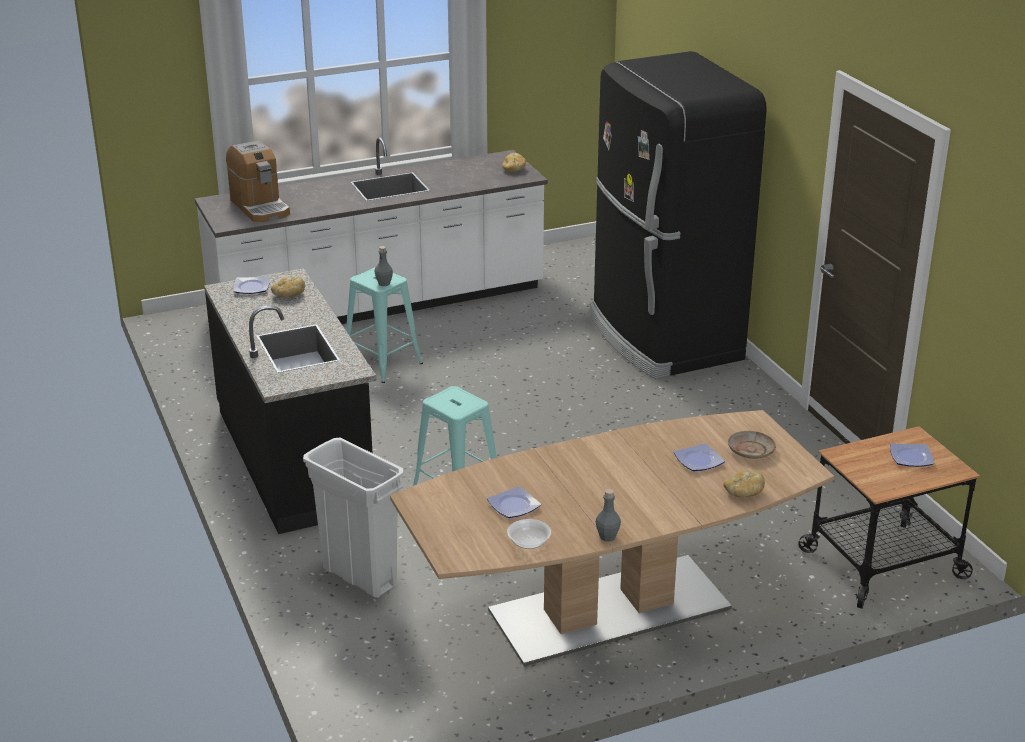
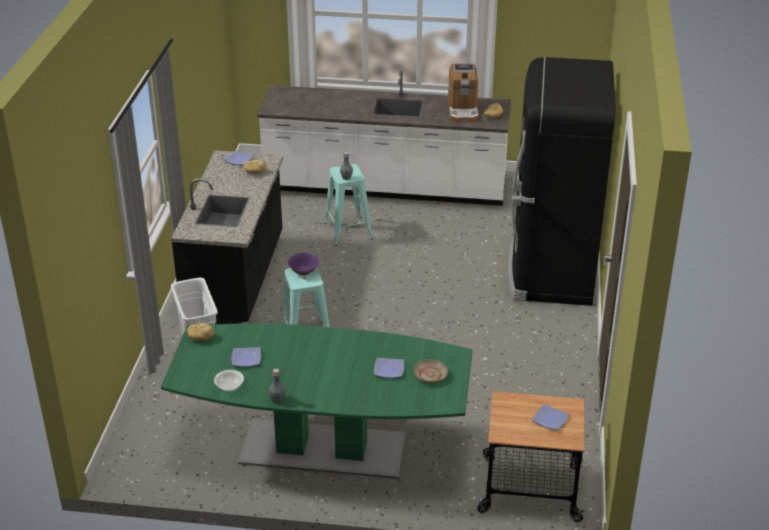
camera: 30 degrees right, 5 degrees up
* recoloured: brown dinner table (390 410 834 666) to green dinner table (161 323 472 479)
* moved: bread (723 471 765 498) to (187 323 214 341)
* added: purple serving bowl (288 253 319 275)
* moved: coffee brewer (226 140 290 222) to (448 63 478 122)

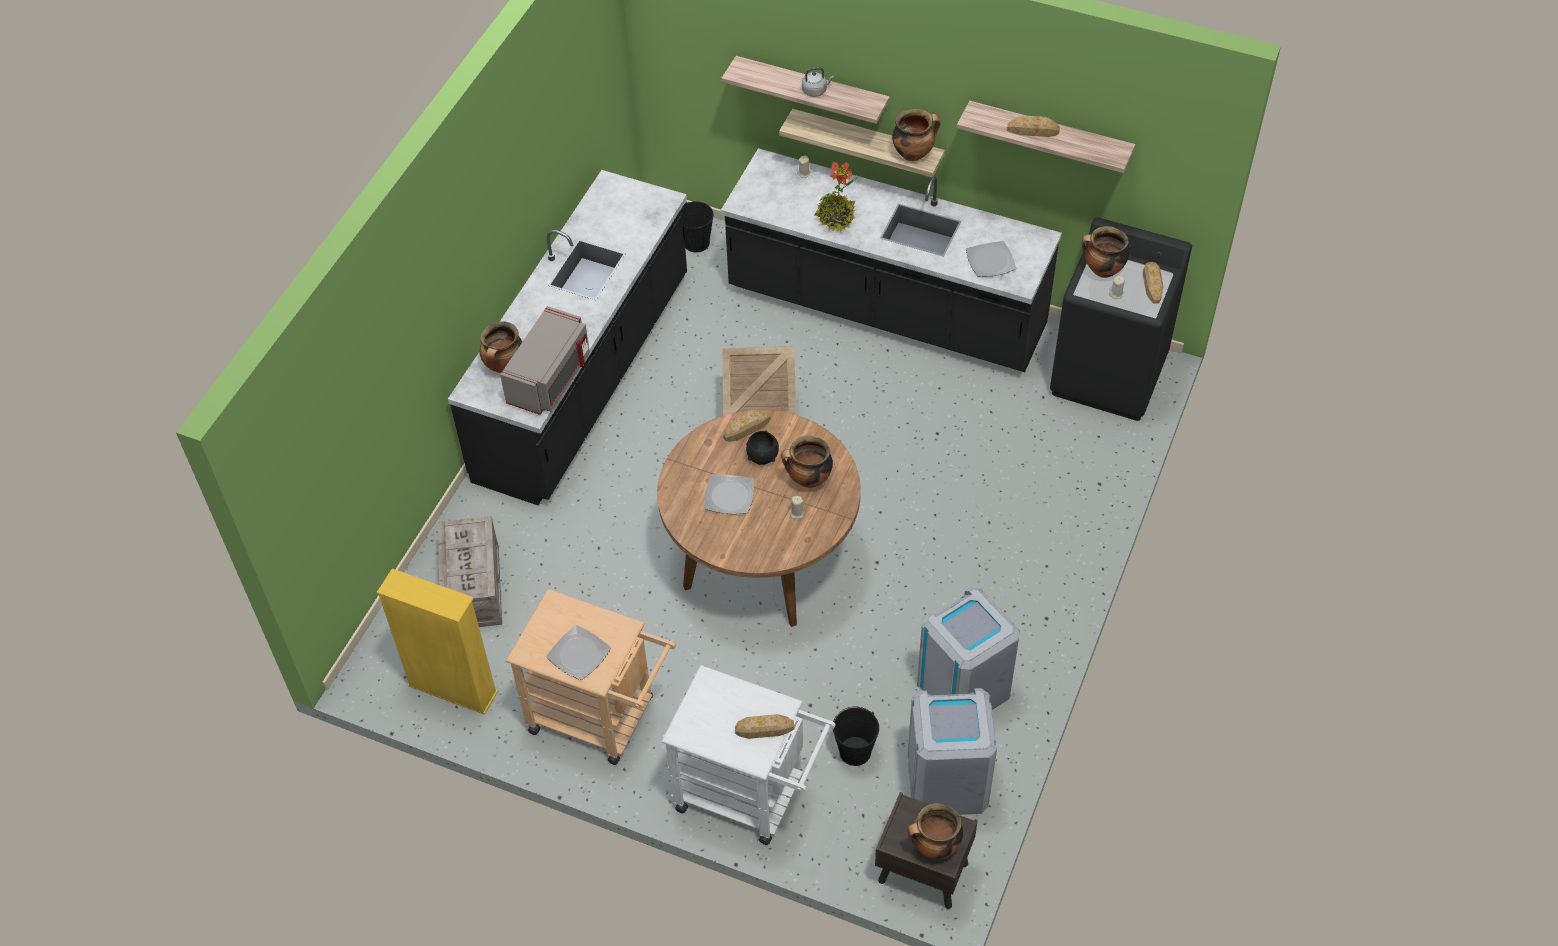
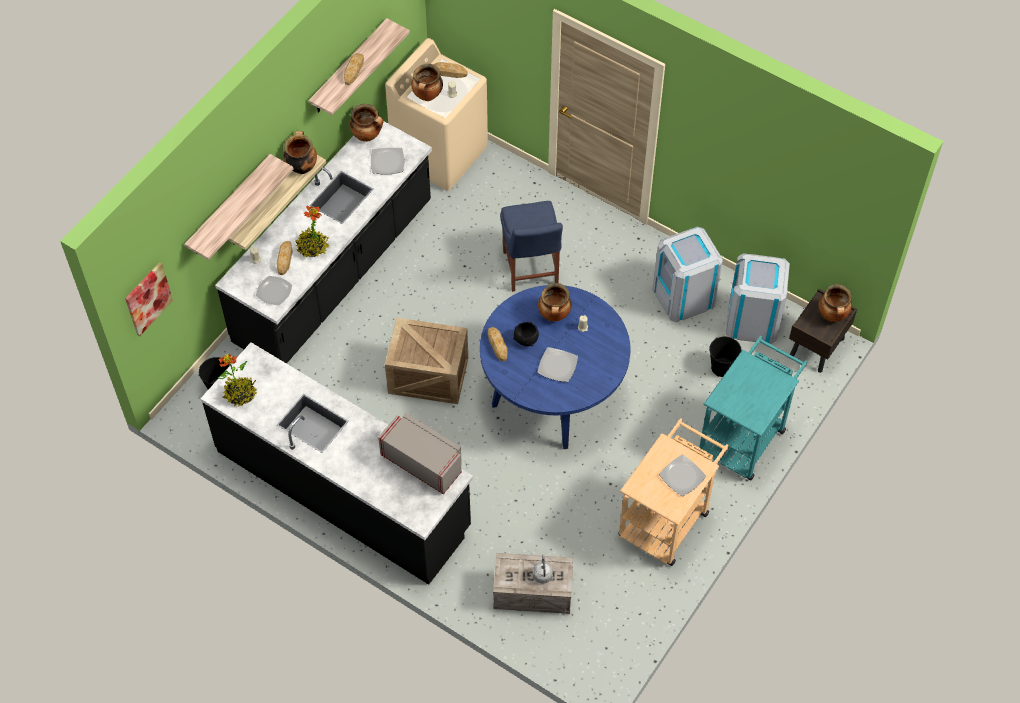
camera: 80 degrees left, 5 degrees up
* added: picture (125 262 173 336)
* added: houseplant (218 354 257 407)
* added: flat dish (256 276 292 305)
* moved: bread (735 714 794 739) to (277 241 293 275)
* moved: saucepot (480 321 522 373) to (350 104 383 142)
* recoloured: blackish washing machine (1050 218 1192 421) to beige washing machine (385 38 488 191)
* recoloured: brown dinner table (657 410 861 627) to blue dinner table (480 285 631 449)
* added: blue chair (500 201 563 292)
* moved: grey tea kettle (802 67 834 97) to (532 555 553 584)
* recoloured: whitish wheeled cart (661 665 836 845) to blue-green wheeled cart (699 336 808 480)
* removed: yellow bookshelf (377 569 498 715)

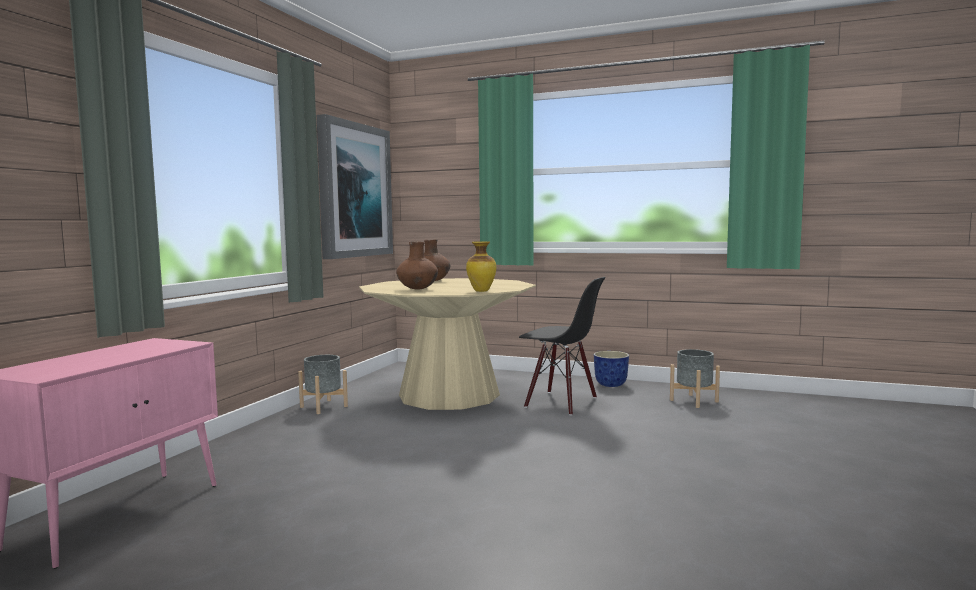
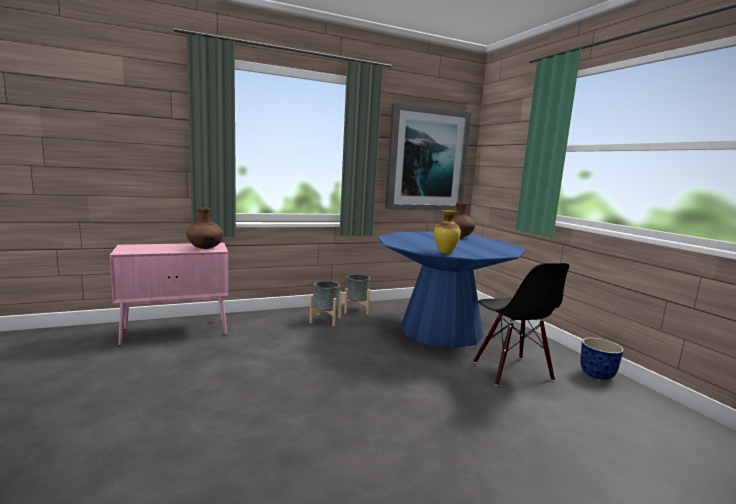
camera: 45 degrees right, 5 degrees up
* moved: brown decorative vase (396 242 438 290) to (186 208 224 249)
* moved: grey planter (670 349 720 408) to (310 281 342 326)
* recoloured: beige dinner table (359 278 536 410) to blue dinner table (378 232 527 348)

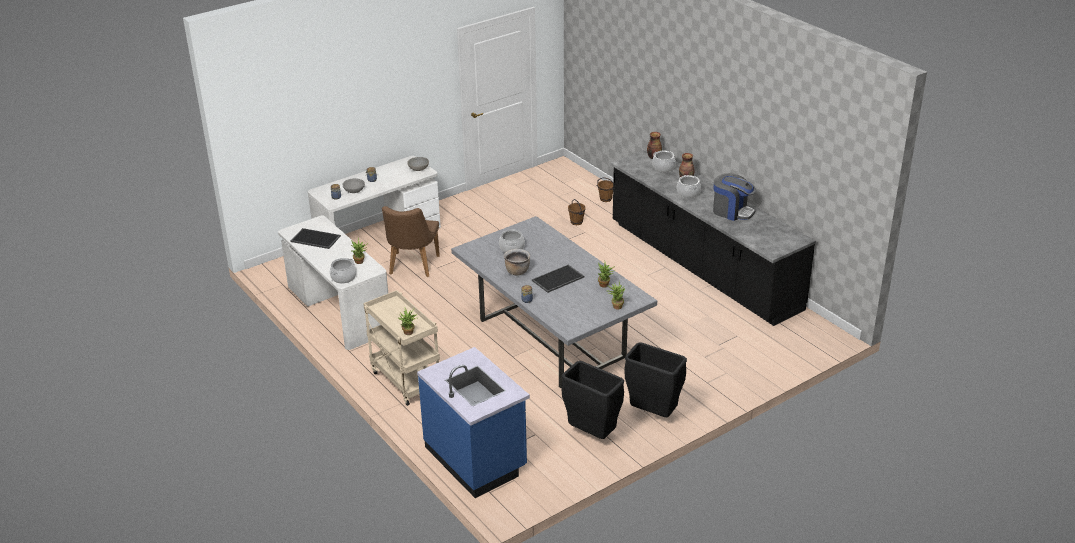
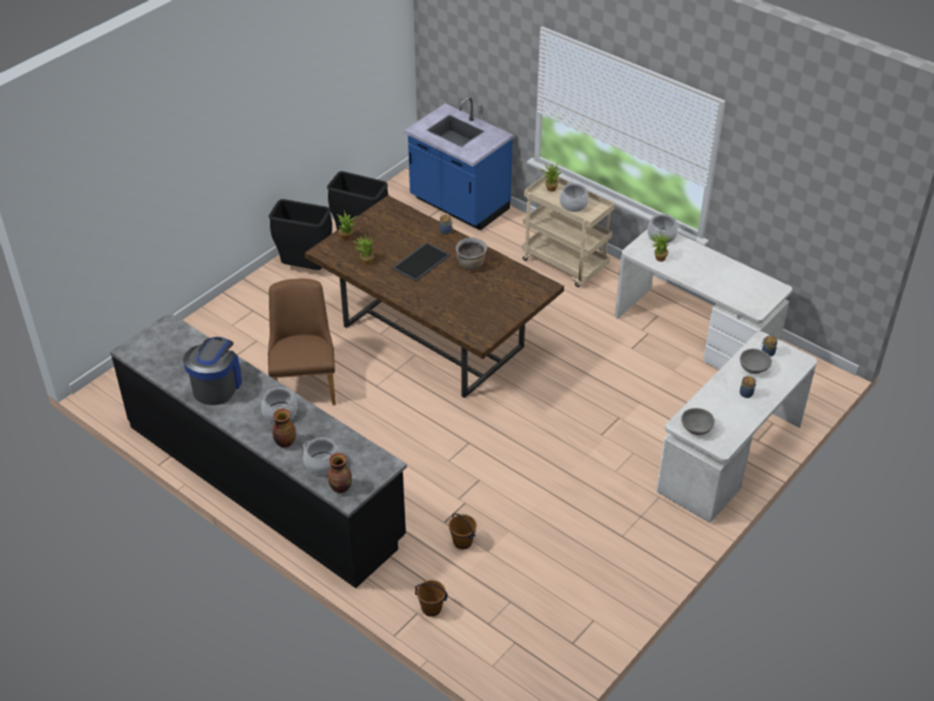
camera: 165 degrees right, 10 degrees up
* turned: coffee brewer (713 173 756 221) = (183 337 242 405) 90 degrees clockwise
* moved: brown chair (382 206 440 277) to (268 279 336 405)
* recoloured: grey dinner table (451 216 657 388) to brown dinner table (304 195 564 398)
* moved: saucepot (499 229 525 253) to (559 183 589 212)
* removed: serving tray (291 228 341 249)

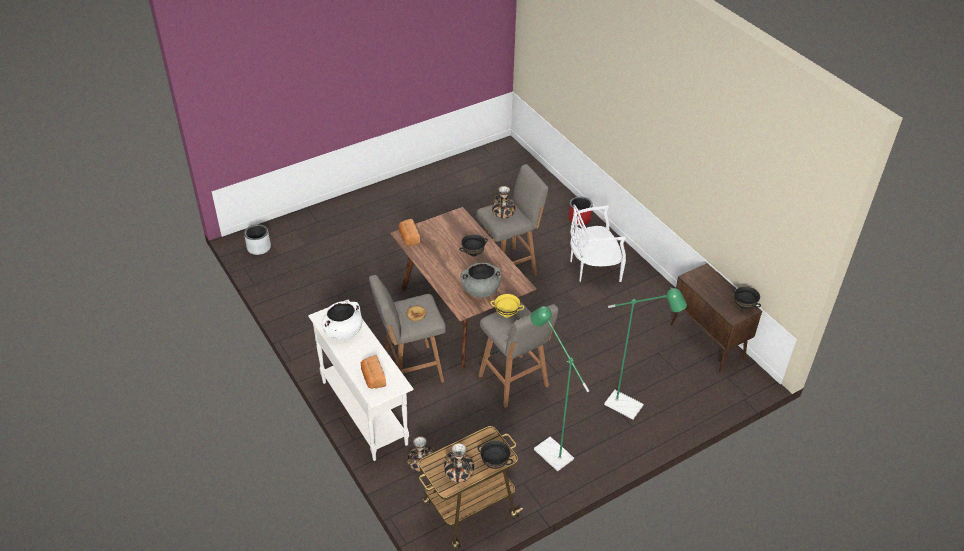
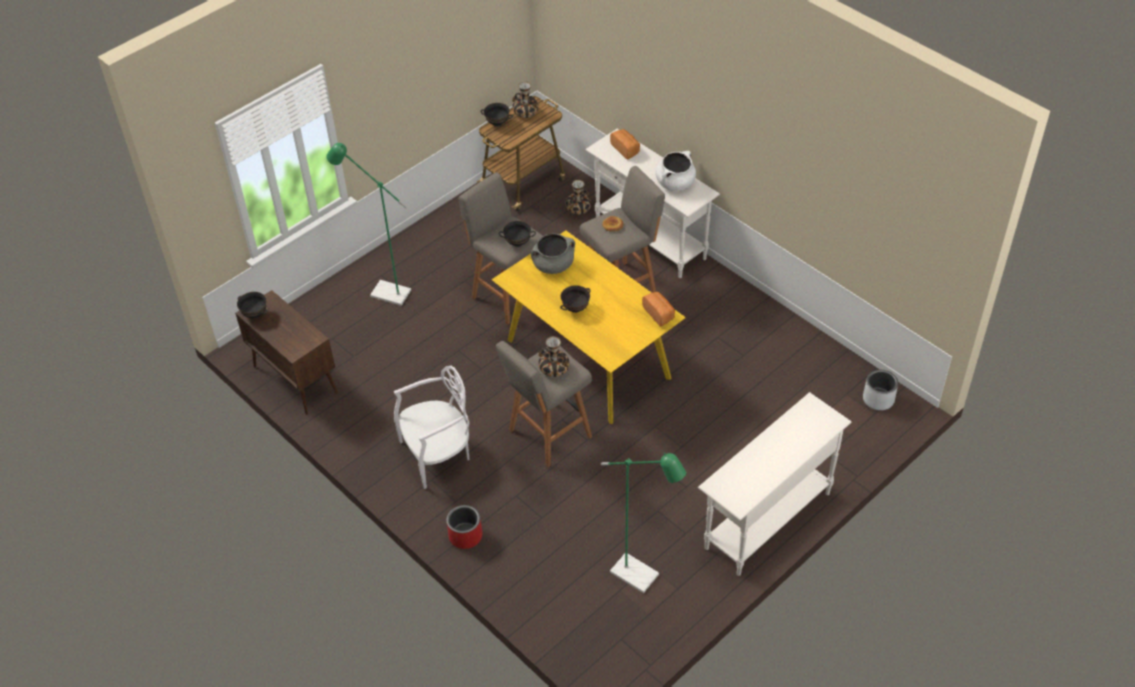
camera: 170 degrees right, 5 degrees up
* recoloured: brown dinner table (390 207 537 369) to yellow dinner table (492 230 686 424)
* recoloured: yellow serving bowl (490 293 524 317) to blackish serving bowl (499 221 536 247)
* moved: green standard lamp (530 306 589 471) to (601 453 686 593)
* added: whitish console table (698 392 851 576)

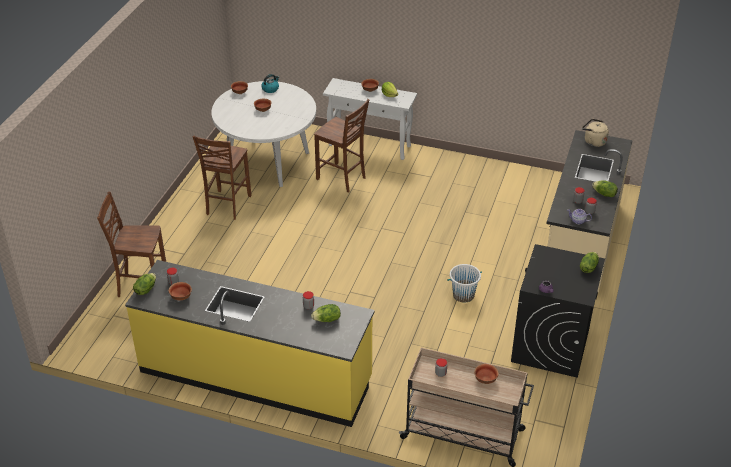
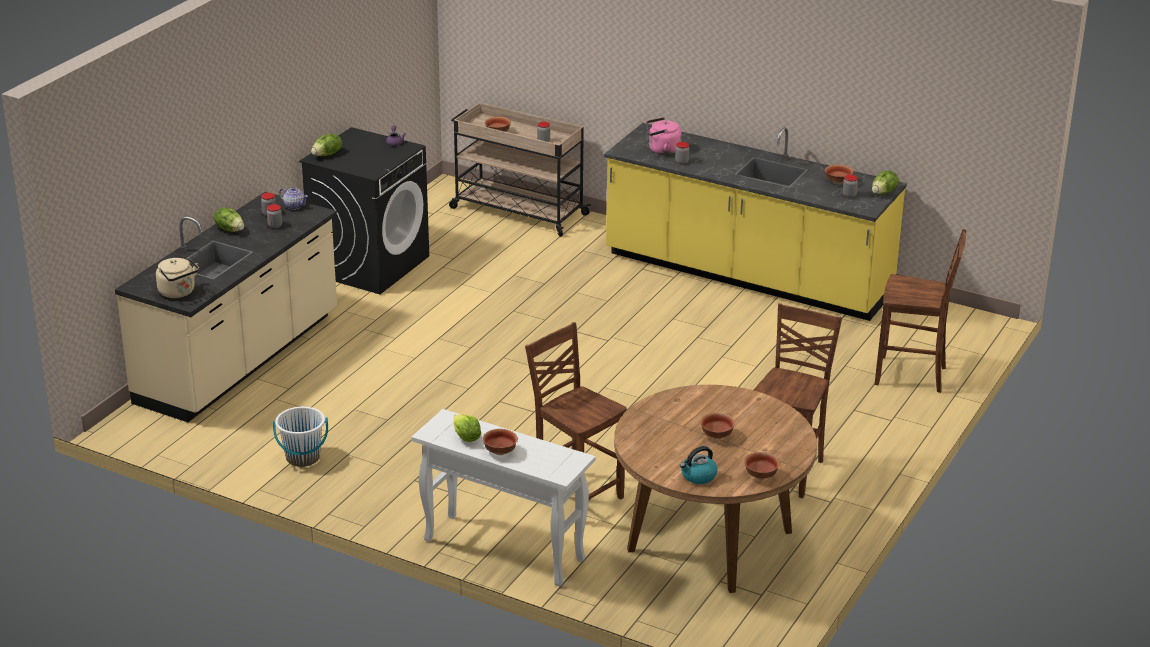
camera: 170 degrees left, 10 degrees down
* moved: whitish pail (447 264 482 302) to (273 407 328 467)
* recoloured: whitish dinner table (211 81 316 187) to brown dinner table (614 385 817 593)
* replaced: head of lettuce (311 304 341 322) to pink-coloured tea kettle (646 117 682 155)

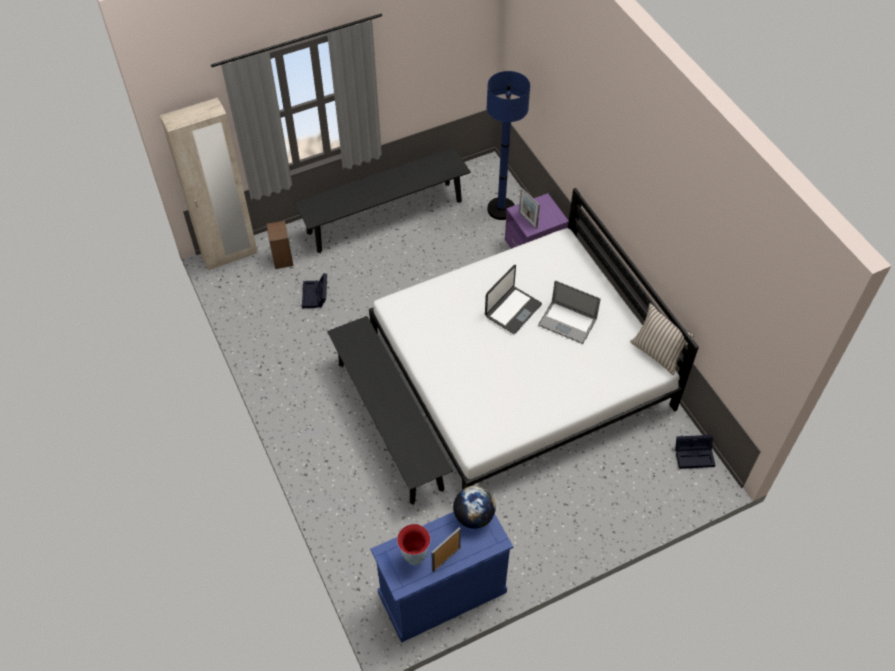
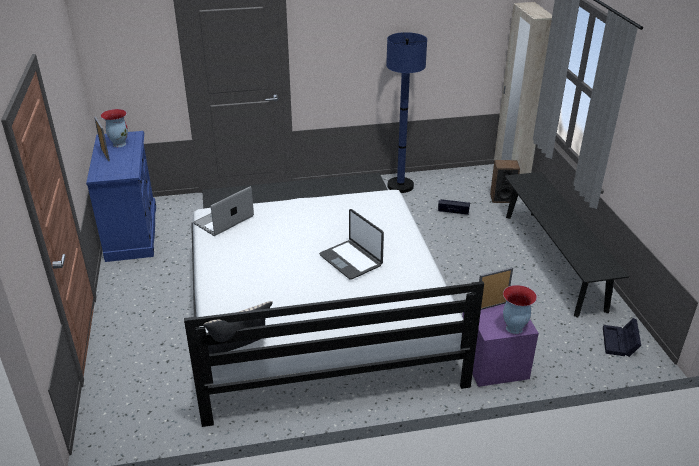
camera: 105 degrees right, 20 degrees down
* moved: laptop (538 280 601 344) to (193 186 254 236)
* moved: blue standard lamp (487 71 530 220) to (386 32 427 193)
* added: decorative vase (503 285 537 334)
* moved: blackish storage box (675 435 715 469) to (603 318 641 357)
* removed: globe (453 486 496 529)

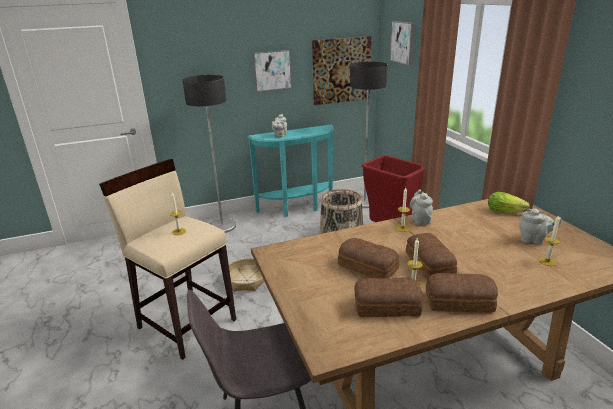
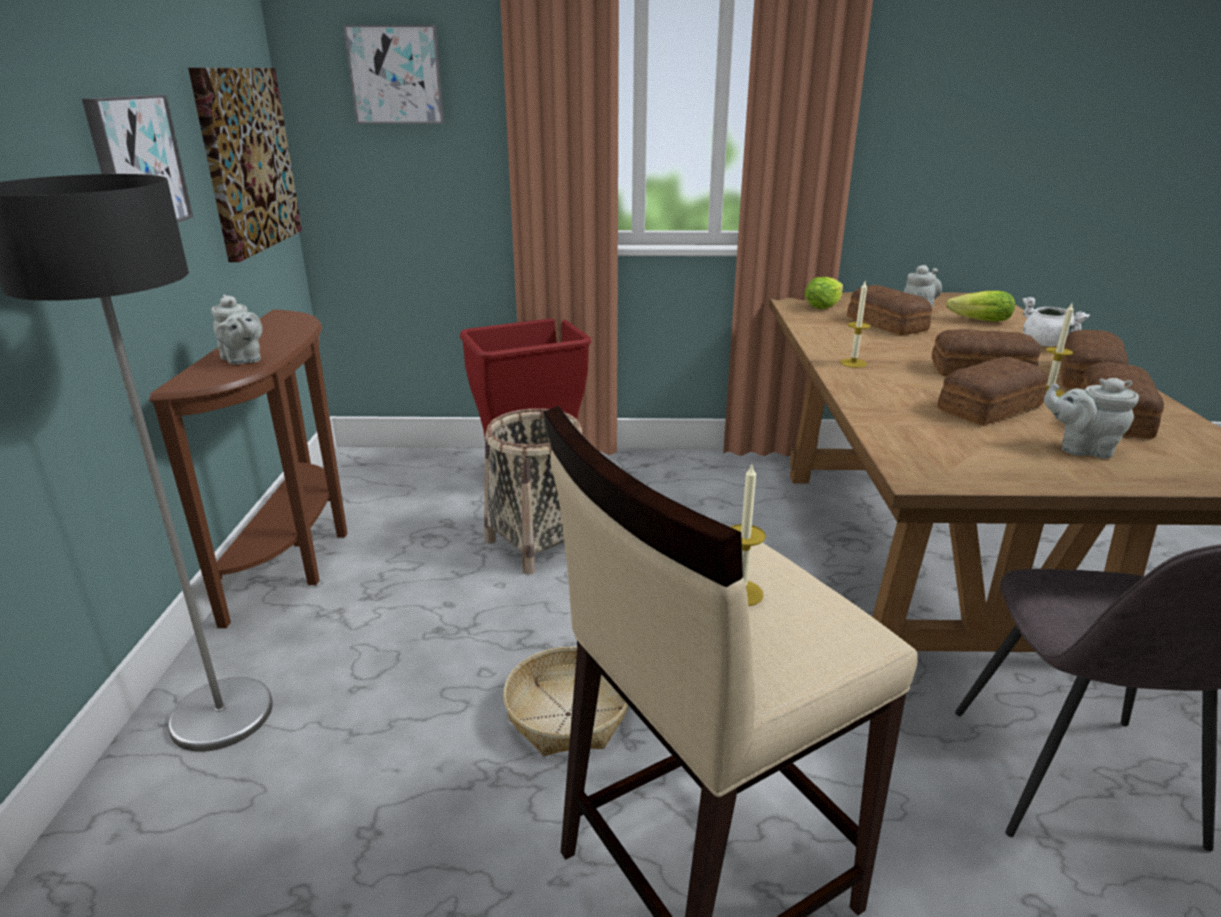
camera: 70 degrees left, 0 degrees up
* recoloured: blue-green console table (247 125 334 217) to brown console table (149 309 347 628)
* added: bread (847 285 932 335)
* replaced: wax light (539 215 561 266) to head of lettuce (946 291 1015 322)
* added: whitish saucepot (1022 297 1090 346)
* moved: grey tea pot (410 189 433 225) to (1044 378 1139 458)
* removed: standard lamp (350 62 387 208)

